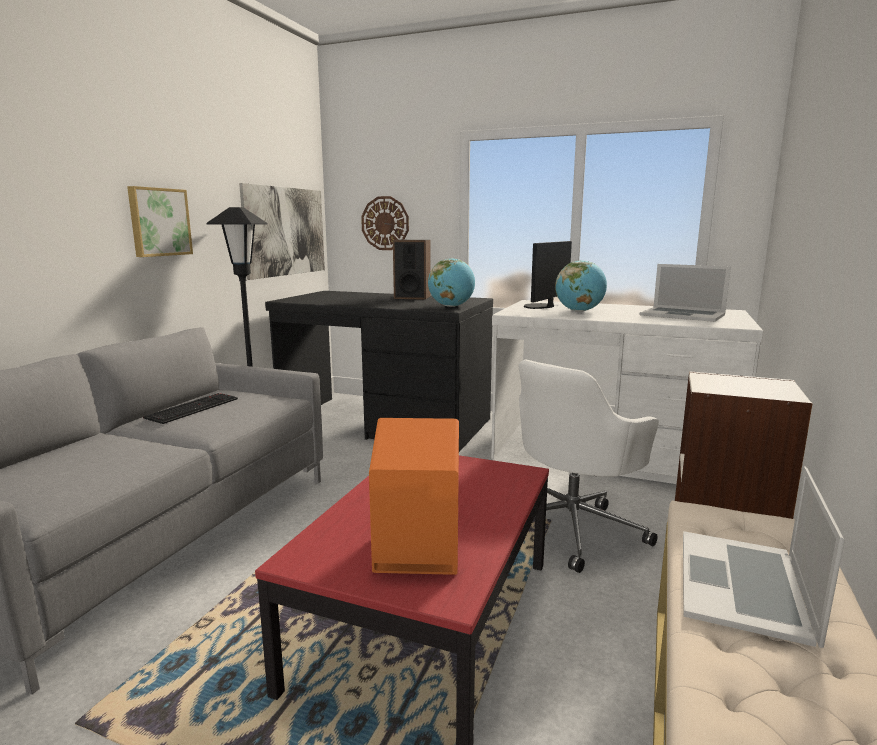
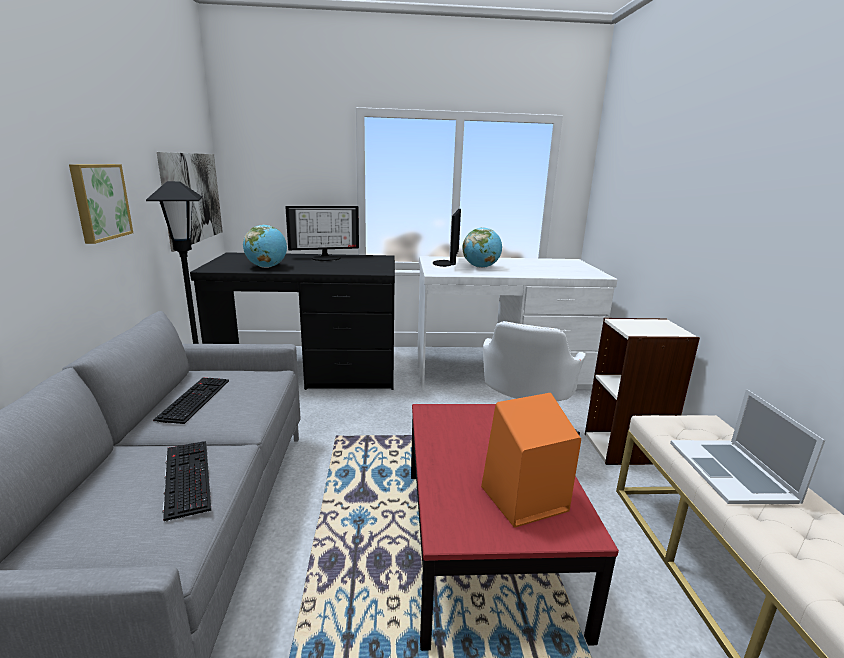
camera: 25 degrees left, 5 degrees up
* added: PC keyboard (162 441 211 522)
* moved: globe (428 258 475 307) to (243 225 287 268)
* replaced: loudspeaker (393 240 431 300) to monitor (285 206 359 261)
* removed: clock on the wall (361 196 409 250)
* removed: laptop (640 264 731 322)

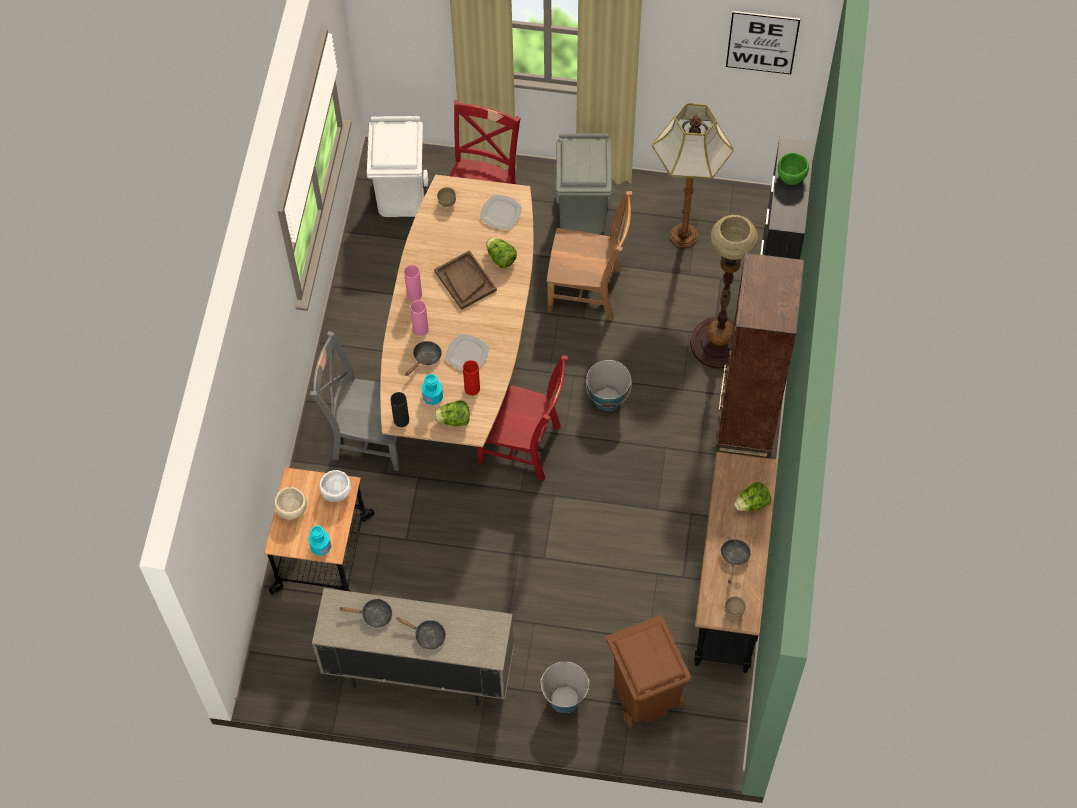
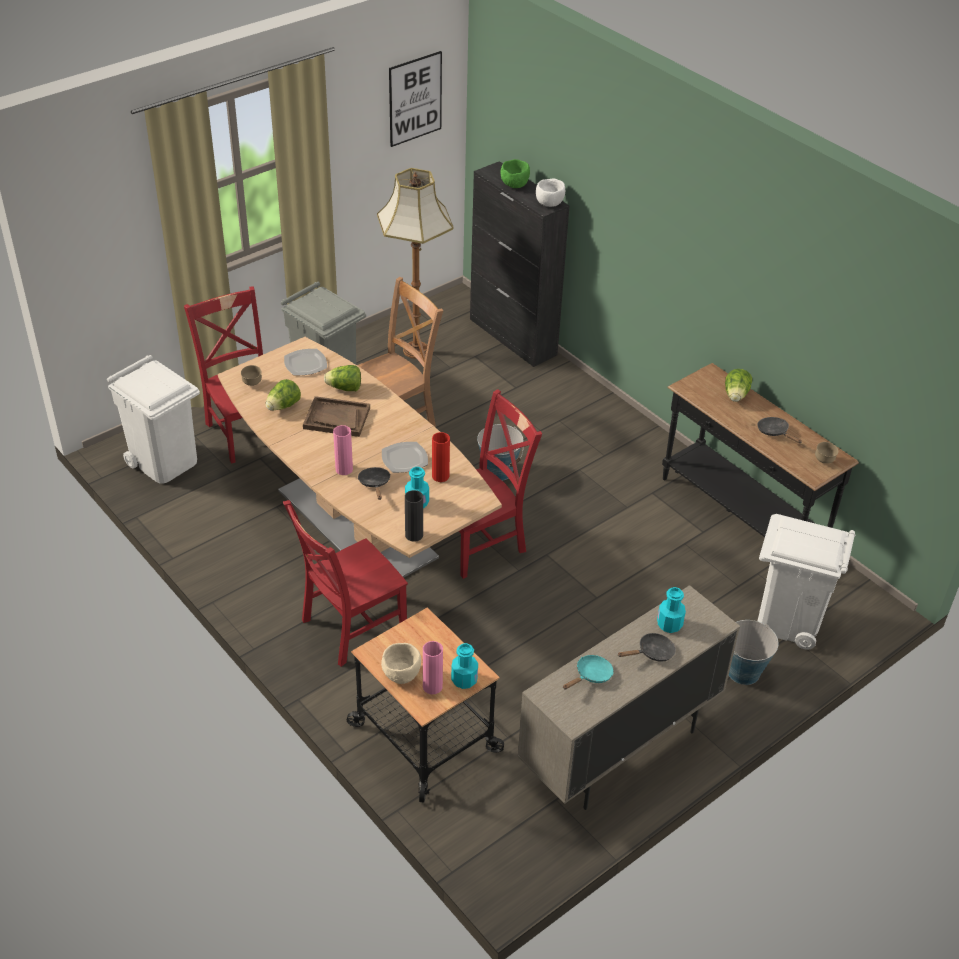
camera: 50 degrees left, 20 degrees down
* moved: head of lettuce (434 400 470 426) to (266 379 301 411)
* recoloured: grey chair (310 331 400 471) to red chair (283 500 408 667)
* moved: pink-coloured decorative vase (404 265 422 301) to (423 641 443 694)
* moved: whitish serving bowl (319 470 351 502) to (536 179 565 207)
* recoloured: blackish frying pan (339 599 392 628) to blue-green frying pan (563 655 614 690)
* added: blue-green drink bottle (657 587 686 633)
* recoloured: brown waste bin (606 615 691 728) to whitish waste bin (758 514 855 650)
* removed: standard lamp (690 215 758 369)
* removed: brown bookshelf (716 253 804 458)

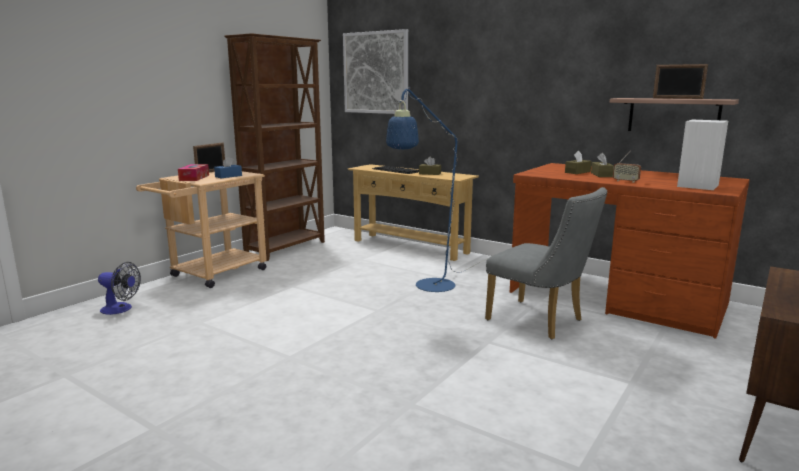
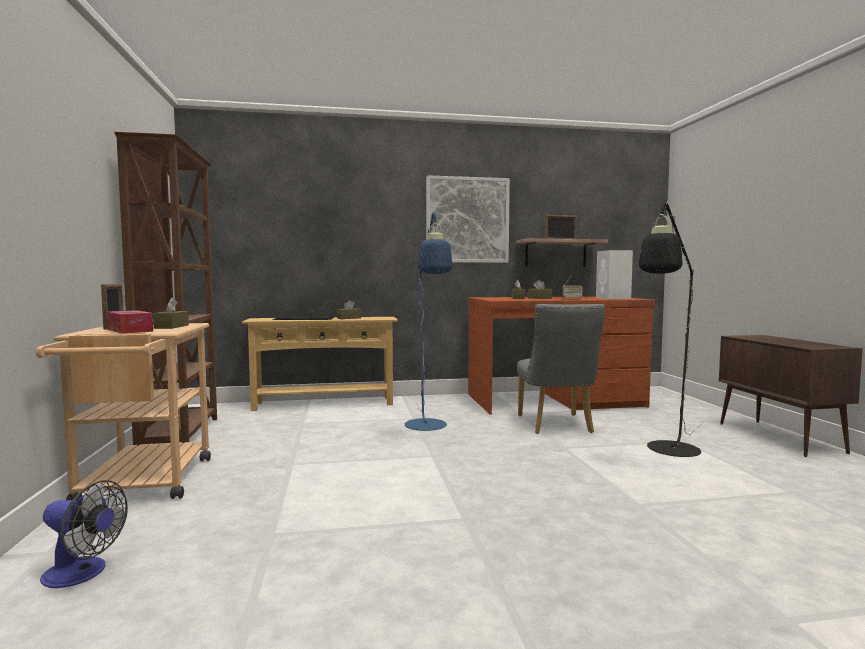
camera: 45 degrees left, 10 degrees down
* turned: cooling fan (98 262 141 315) = (40 480 128 588) 45 degrees clockwise
* recoloured: blue tissue holder (214 157 242 178) to brown tissue holder (153 298 189 329)
* moved: picture (343 29 408 114) to (426 175 510 263)
* turned: grey chair (485 187 608 339) = (517 304 605 434) 90 degrees clockwise
* added: blackish standard lamp (639 200 705 457)

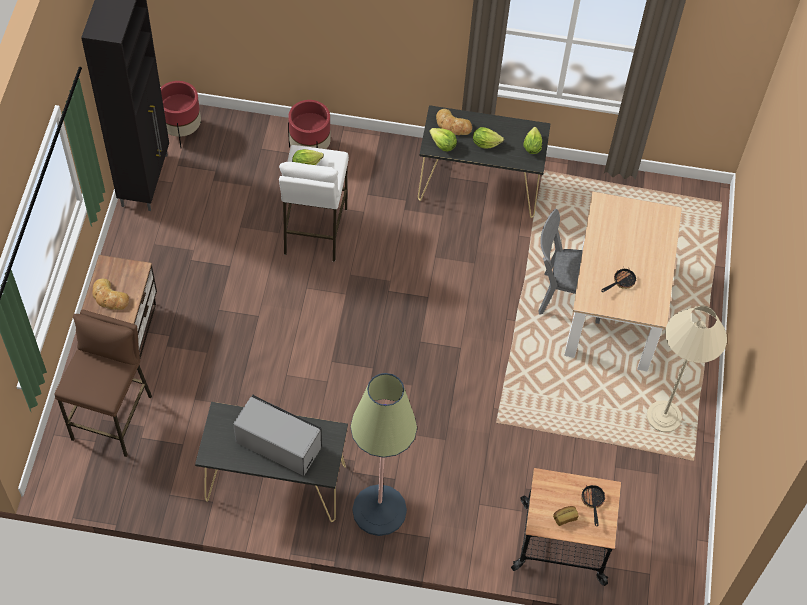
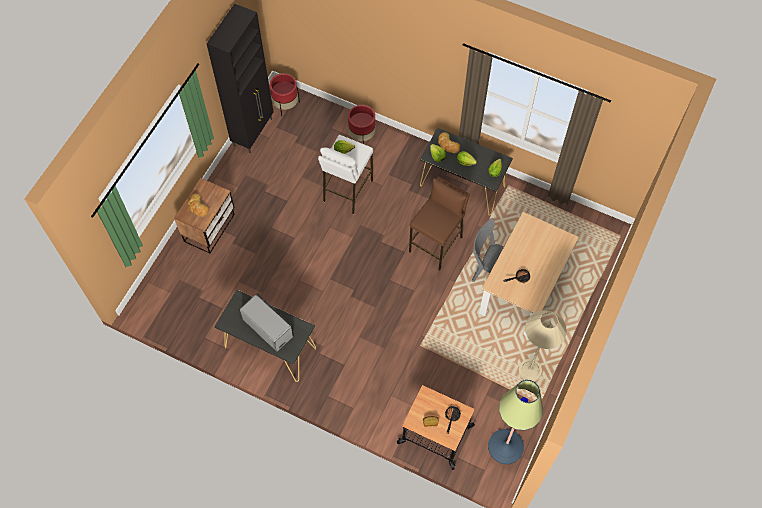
camera: 20 degrees right, 5 degrees up
* moved: brown sitting stool (55 309 152 457) to (409 176 470 271)
* moved: standard lamp (350 373 417 536) to (488 380 543 465)

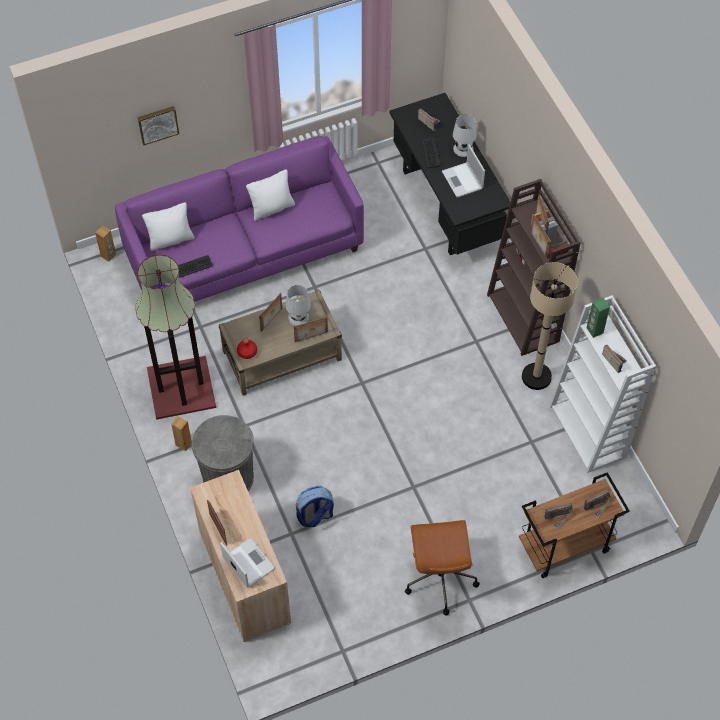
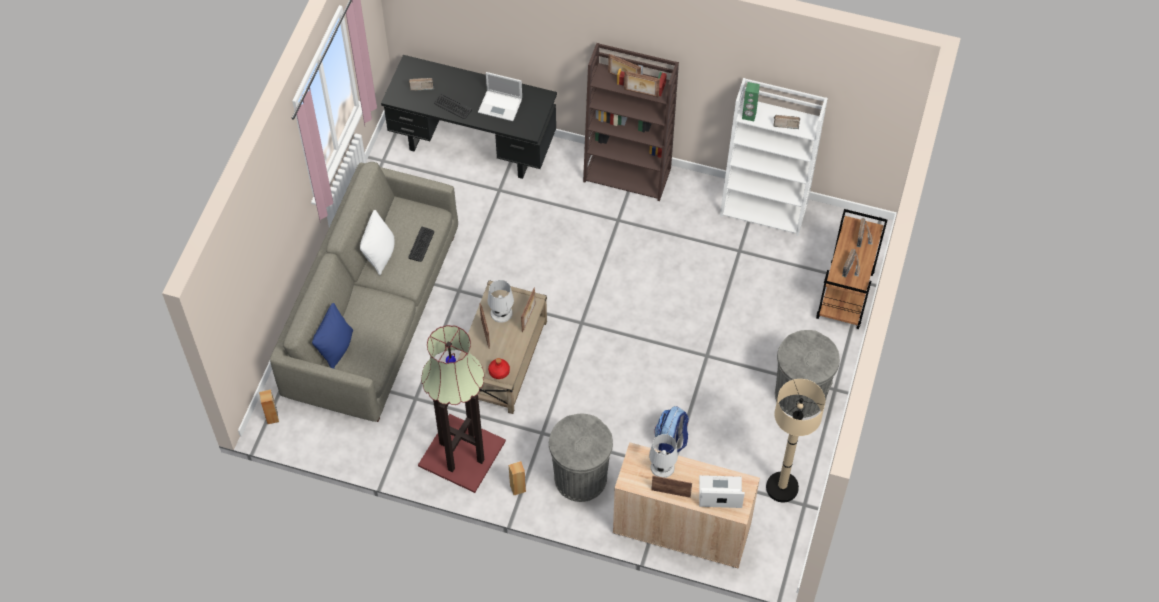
camera: 50 degrees left, 0 degrees up
* recoloured: purple settee (115 136 364 302) to grey settee (270 162 458 422)
* recoloured: whitish cushion (142 202 194 251) to blue cushion (312 303 353 368)
* moved: PC keyboard (178 255 213 278) to (409 227 434 262)
* moved: whitish lamp for a table (453 114 477 157) to (649 434 678 478)
* moved: beige standard lamp (522 262 578 390) to (766 379 825 502)
* replaced: brown computer chair (405 520 480 616) to grey waste bin (775 330 840 418)
* removed: picture (138 106 179 145)

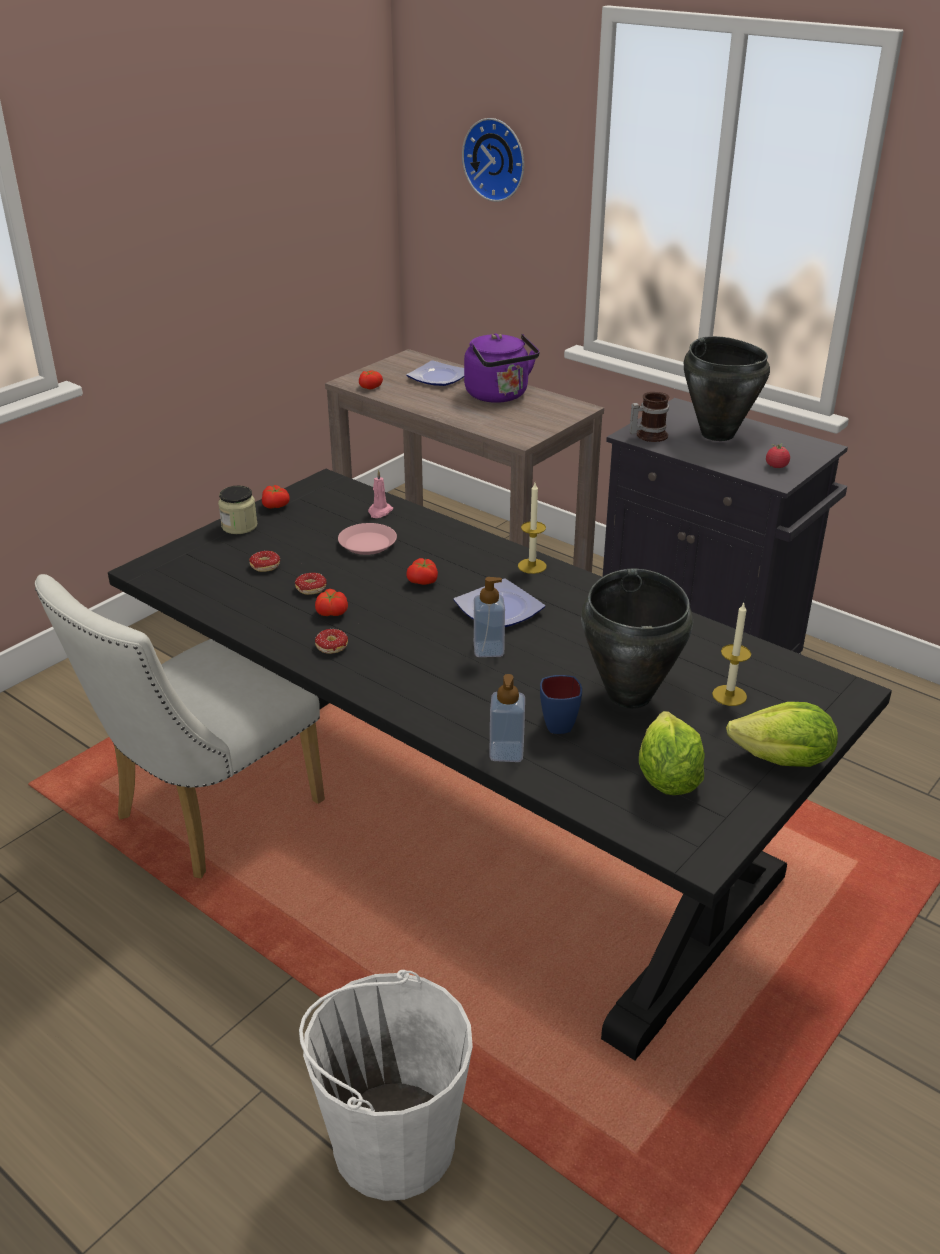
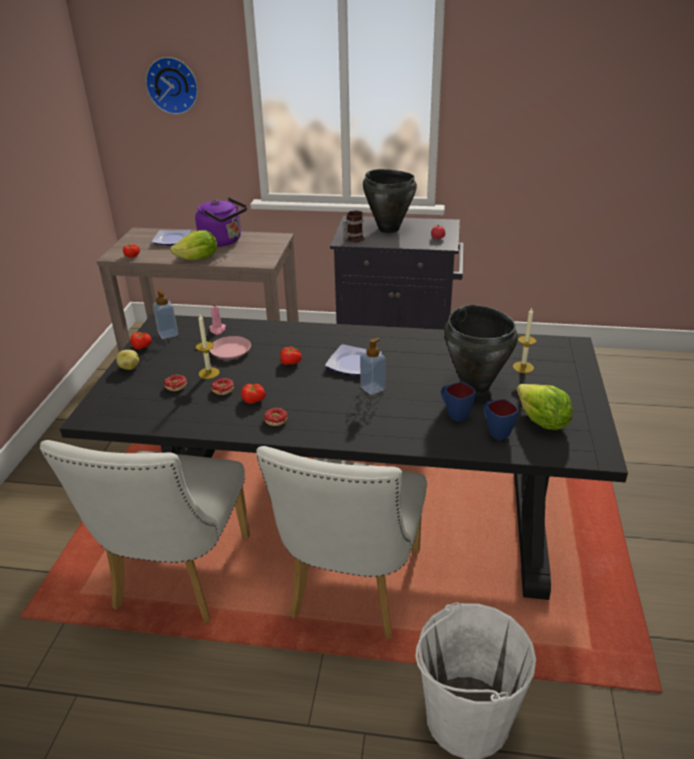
camera: 30 degrees left, 0 degrees up
* replaced: jar (218 485 257 534) to potato (116 350 139 370)
* moved: liquid soap bottle (489 674 525 762) to (153 289 178 339)
* moved: head of lettuce (726 702 838 767) to (170 230 217 260)
* moved: wax light (518 483 547 574) to (196 314 220 379)
* added: whitish chair (256 446 427 639)
* added: blue coffee mug (484 399 519 440)

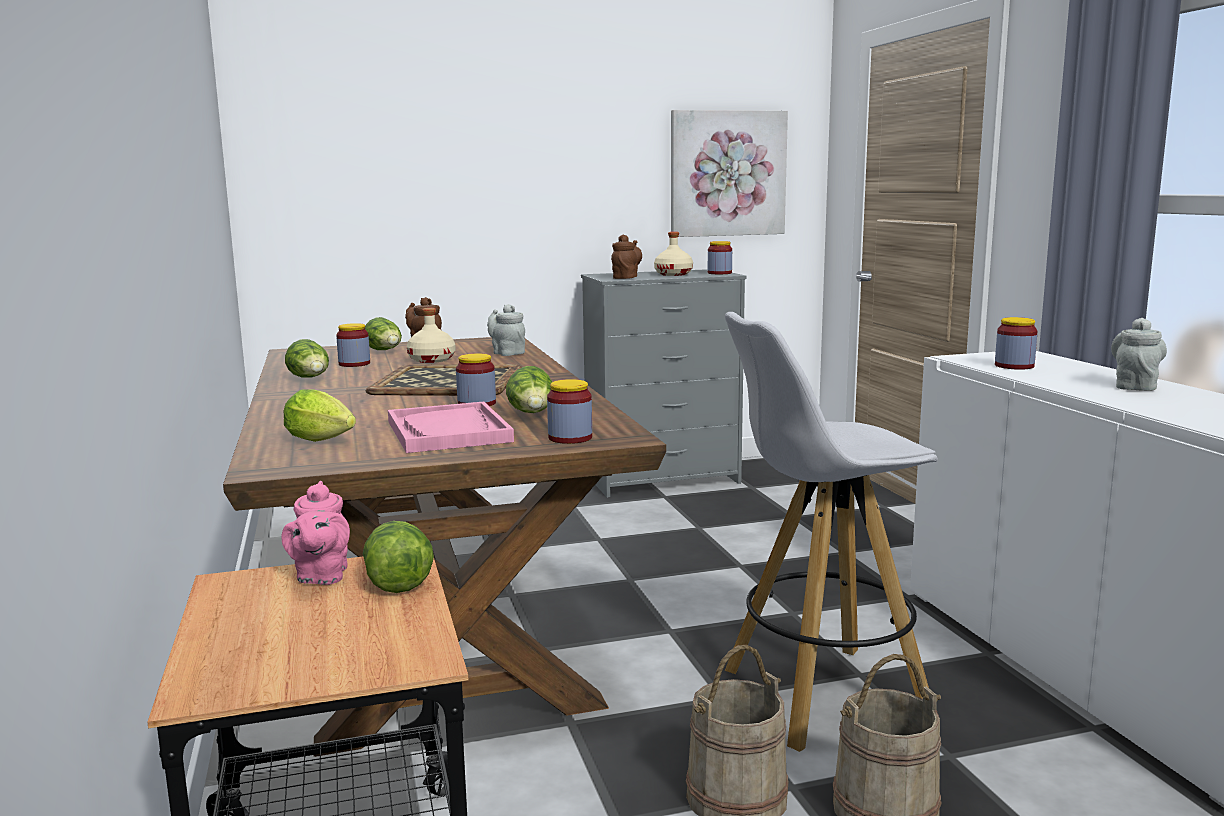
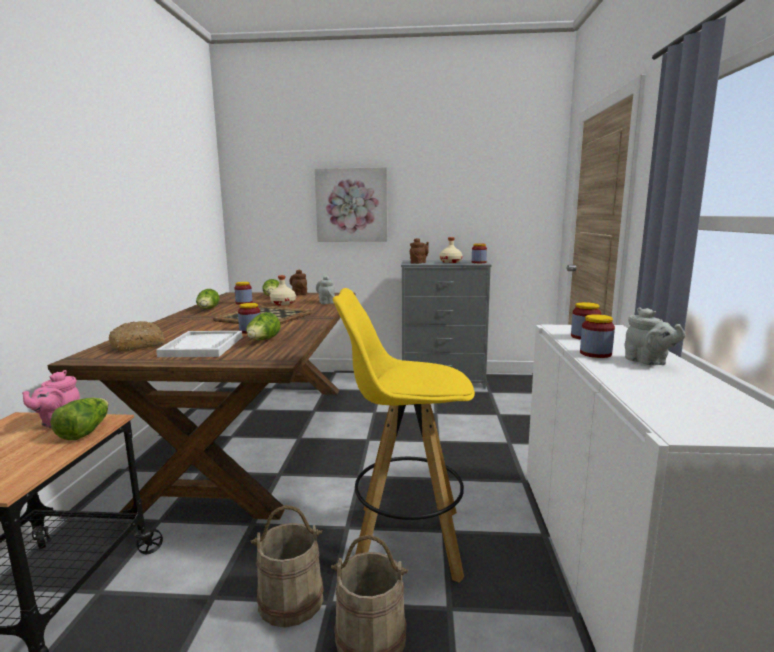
camera: 20 degrees right, 0 degrees up
* replaced: head of lettuce (284 389 356 442) to bread (109 321 165 352)
* recoloured: pink-coloured serving tray (388 402 514 453) to whitish serving tray (156 331 242 357)
* moved: picture (671 110 788 237) to (315 167 388 242)
* recoloured: whitish sitting stool (725 312 938 752) to yellow sitting stool (333 288 475 583)
* moved: jar (547 379 592 444) to (580 314 615 358)
* turned: grey tea pot (1111 318 1167 391) = (625 308 686 366) 105 degrees clockwise

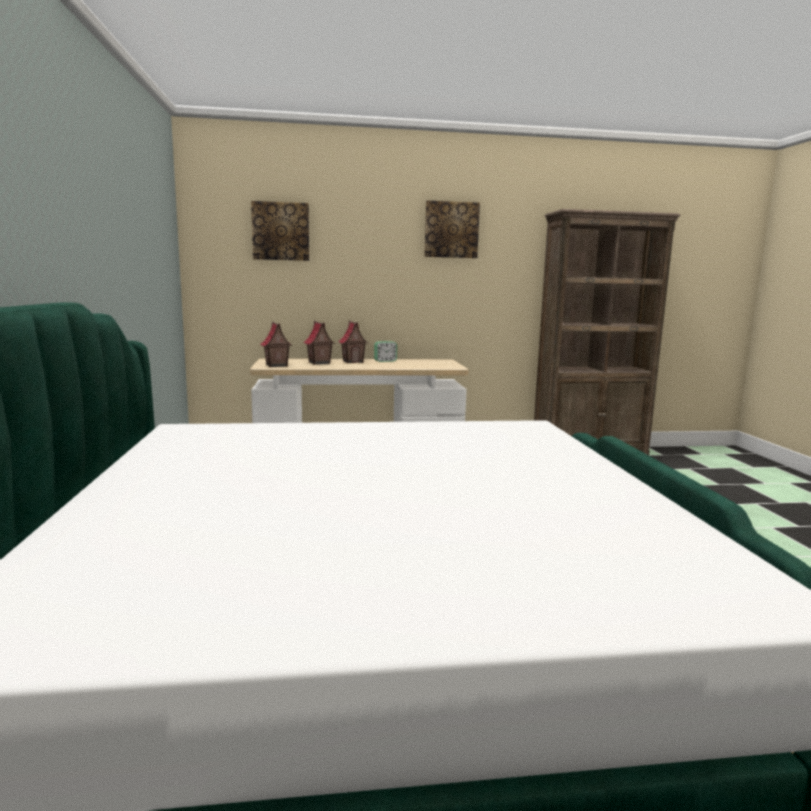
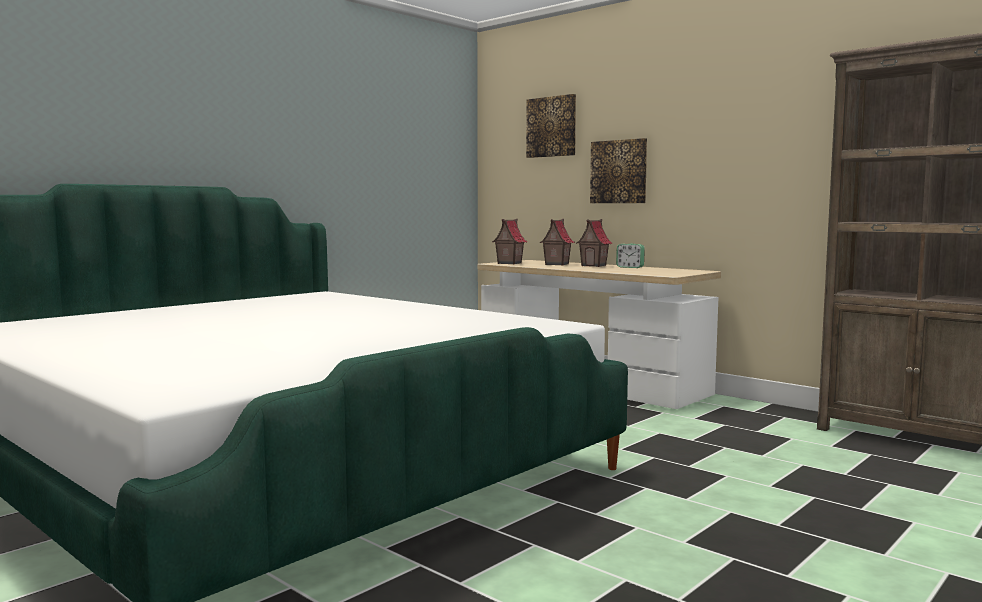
camera: 50 degrees right, 5 degrees down
* moved: picture (424 200 480 258) to (590 138 647 203)

